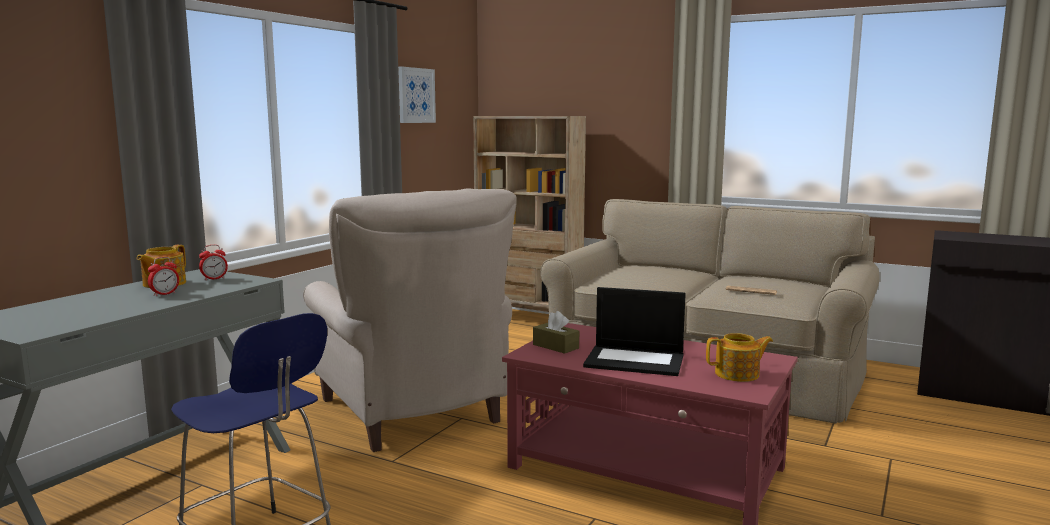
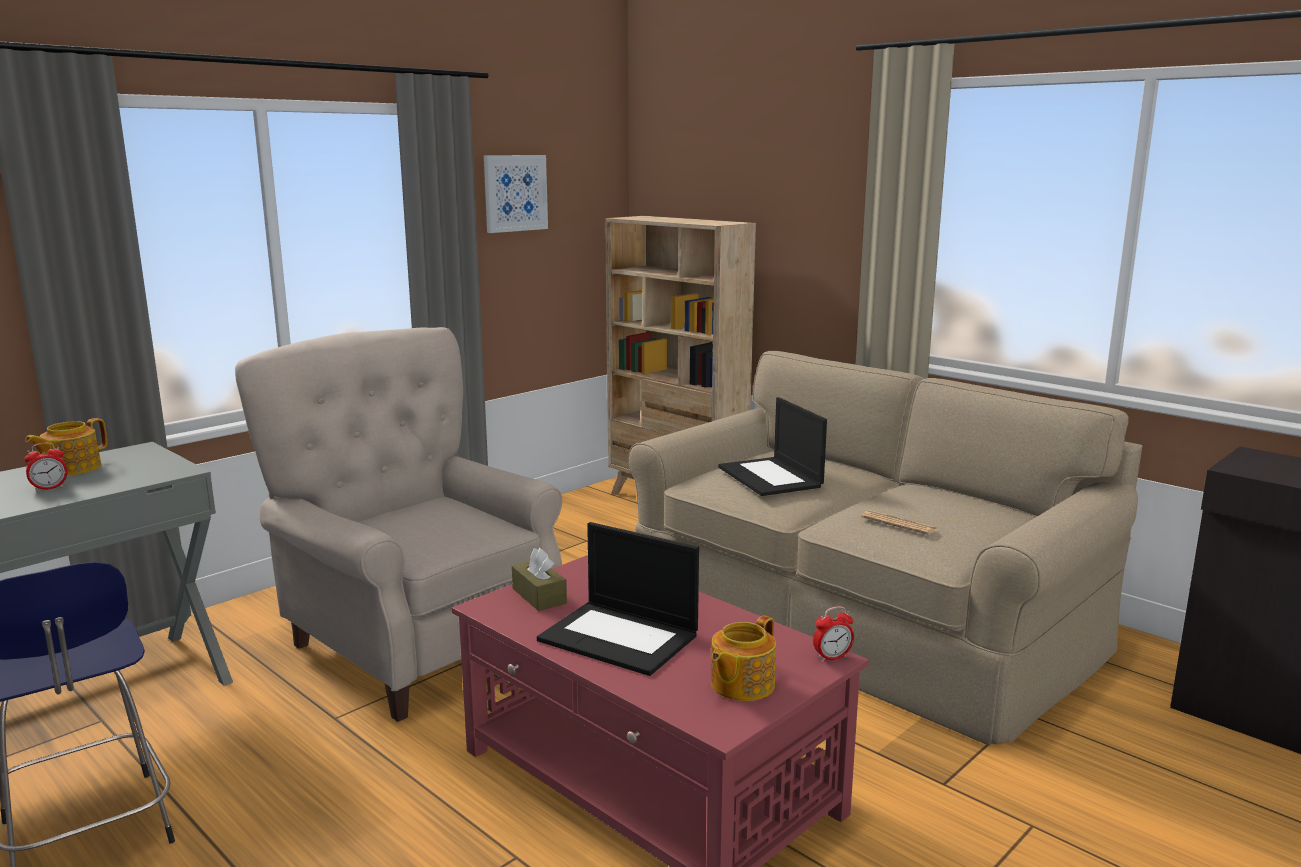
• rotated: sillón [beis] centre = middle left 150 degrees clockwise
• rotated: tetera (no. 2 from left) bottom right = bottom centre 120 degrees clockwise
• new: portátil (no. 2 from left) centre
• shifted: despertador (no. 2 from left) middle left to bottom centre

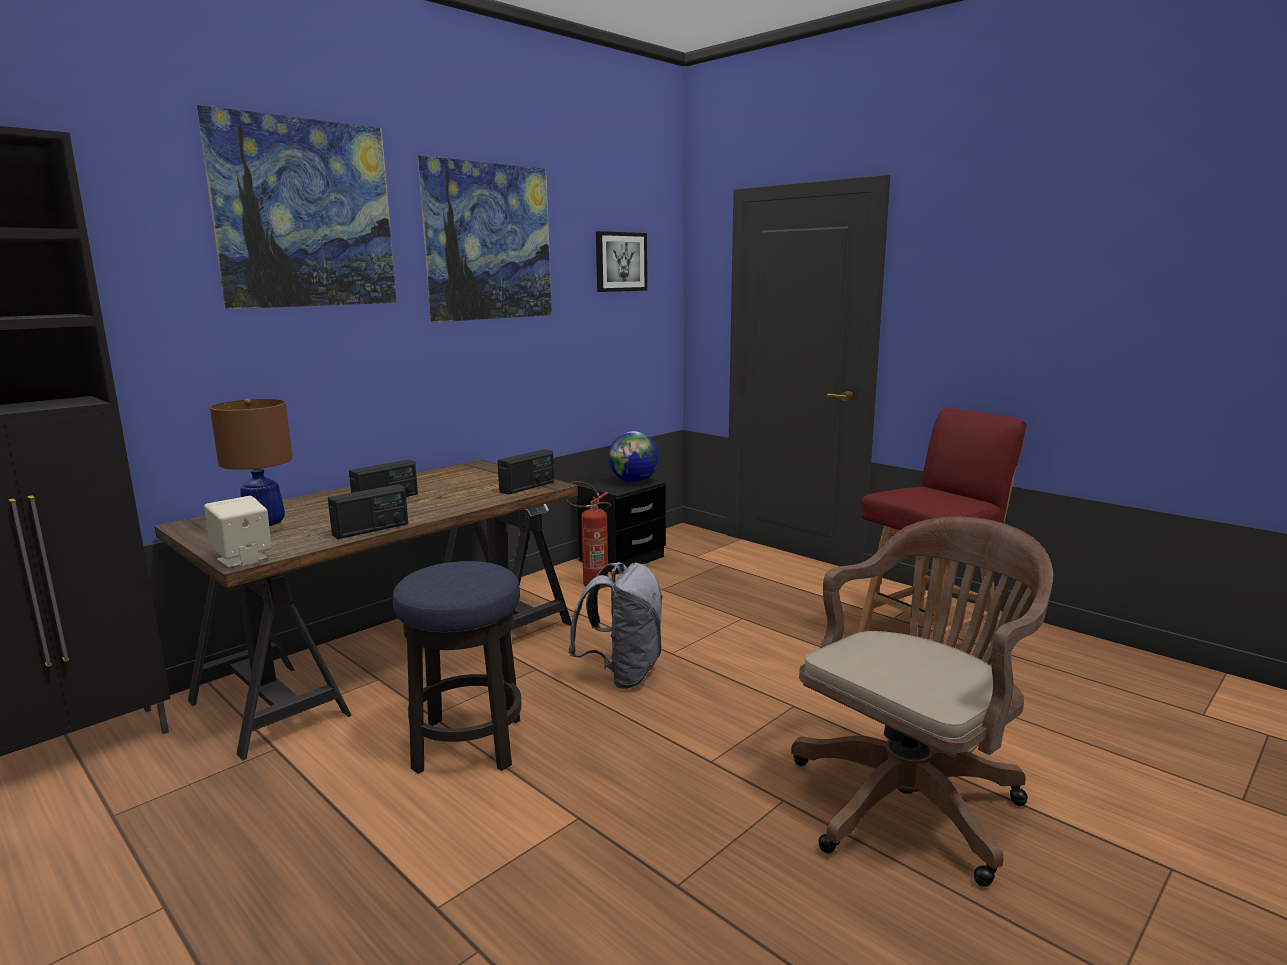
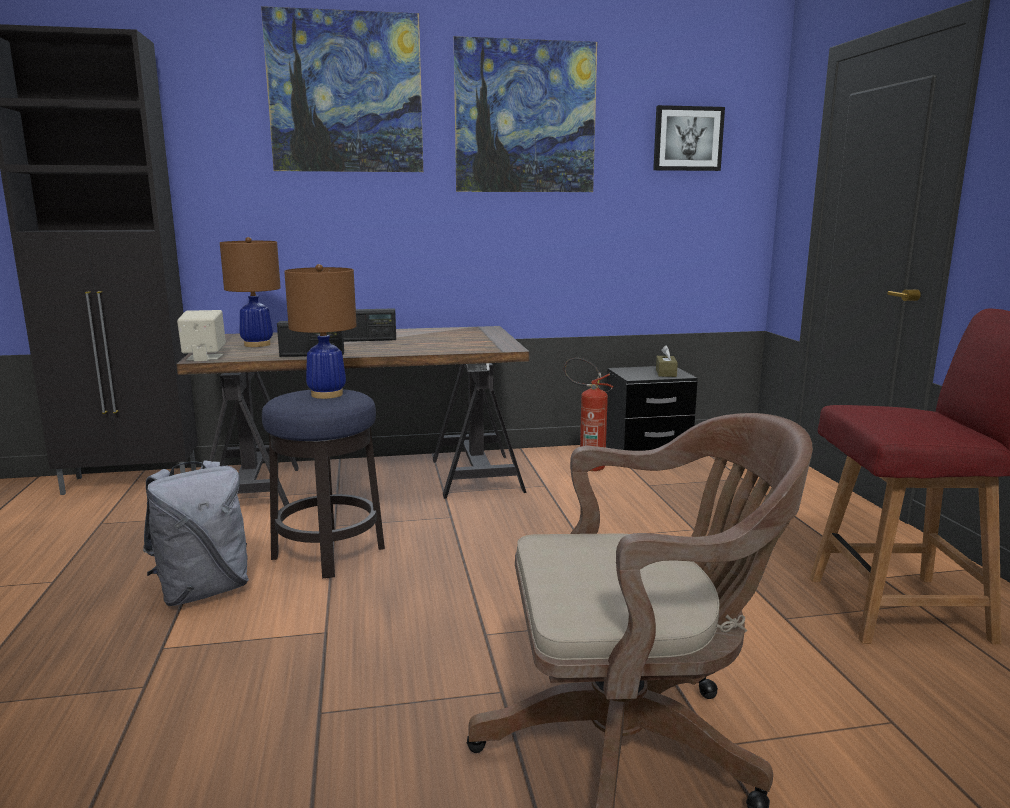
• shifted: mochila [gris] centre to middle left
• new: lámpara de mesa [marrón] (no. 2 from left) middle left
• swapped: globo terráqueo centre to caja de pañuelos [marrón] centre
• gone: radio (no. 3 from left) centre

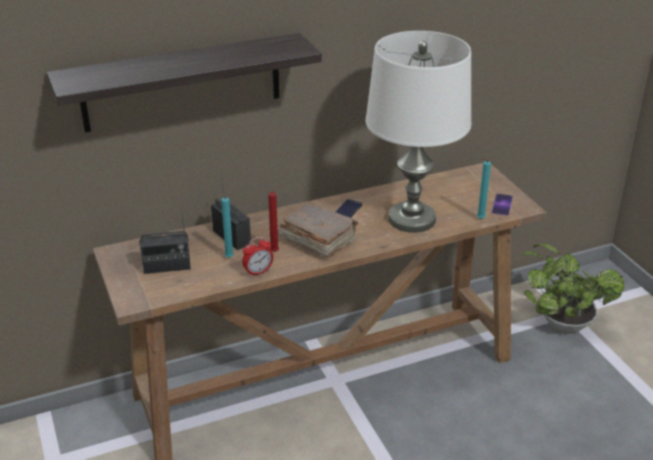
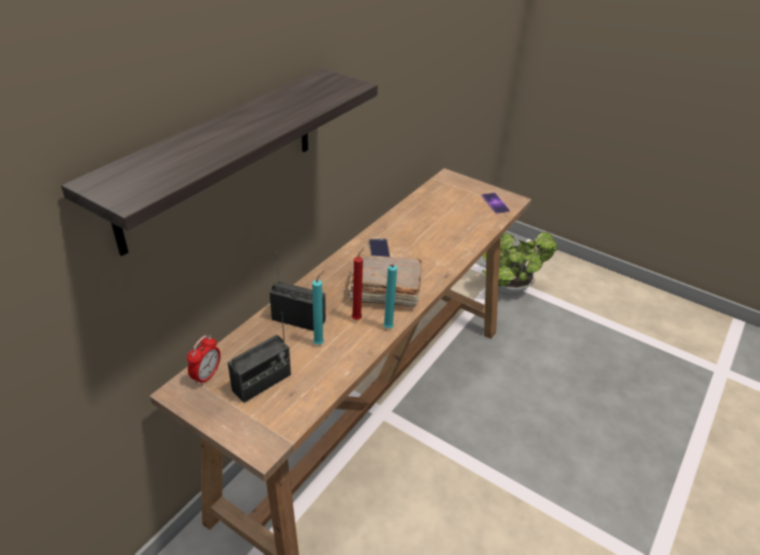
• shifted: despertador centre to middle left
• shifted: vela [turquesa] (no. 2 from left) middle right to centre
• gone: lámpara de mesa [blanco] top centre

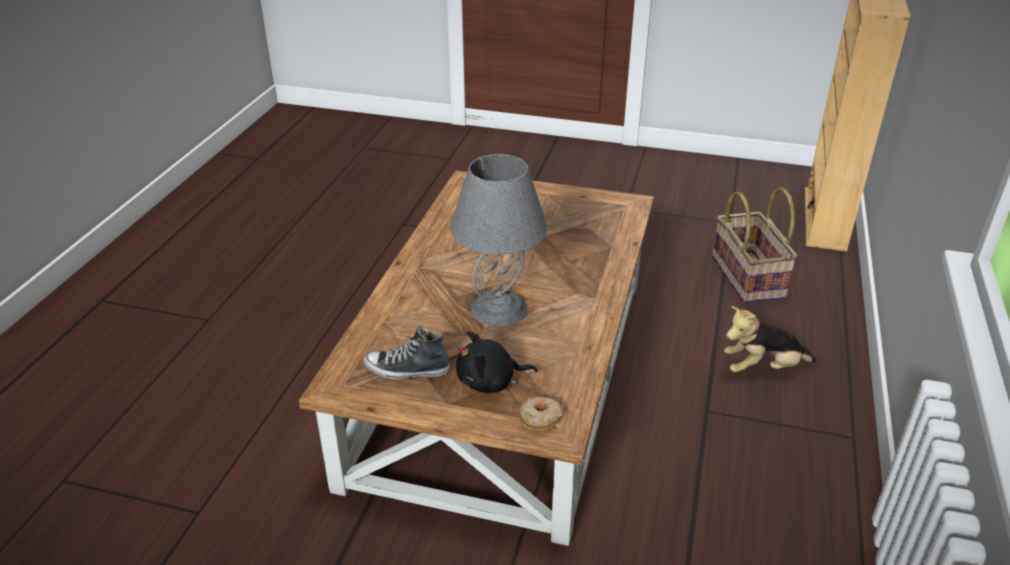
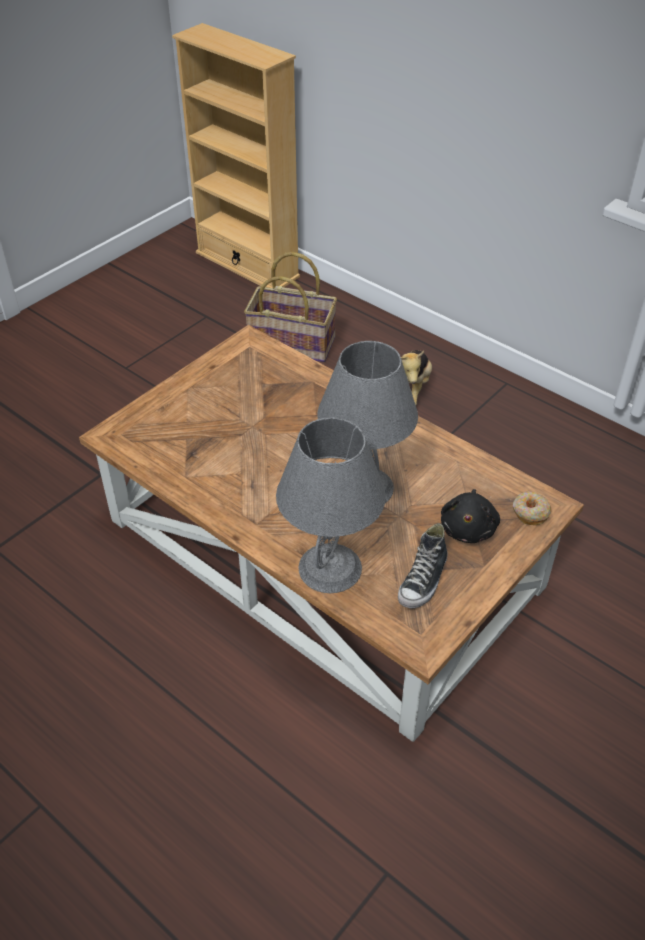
• new: lámpara de mesa [gris] (no. 1 from left) centre

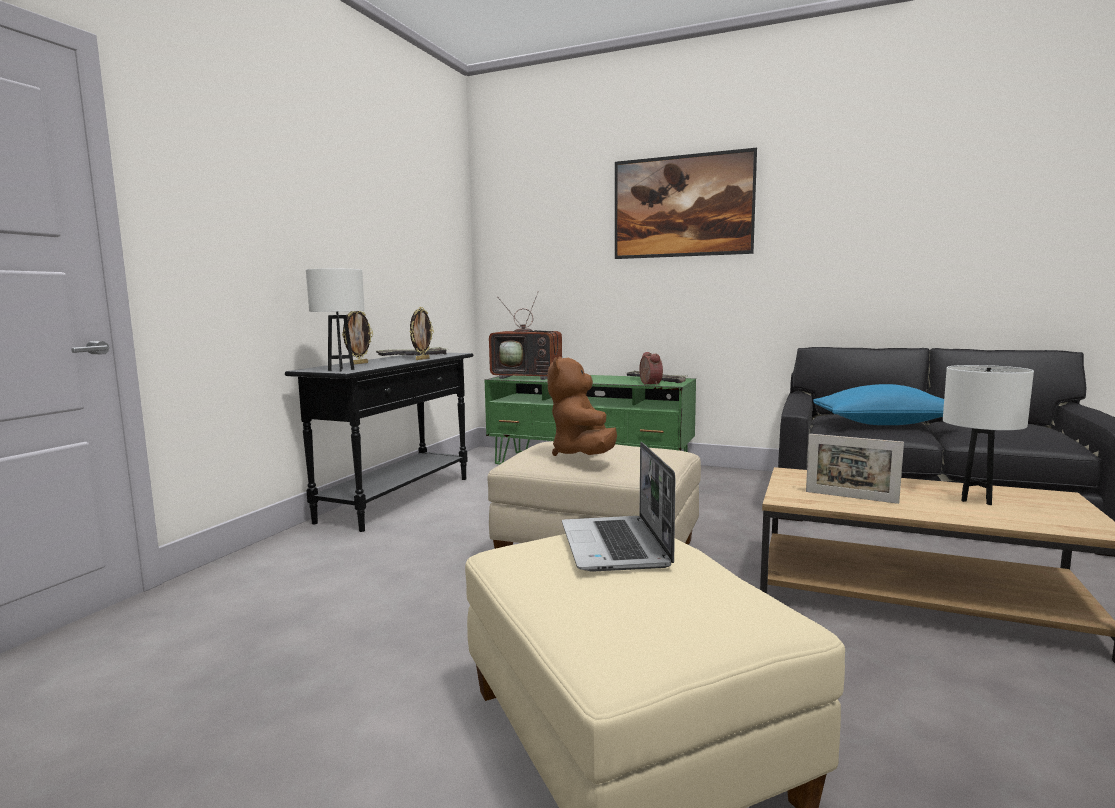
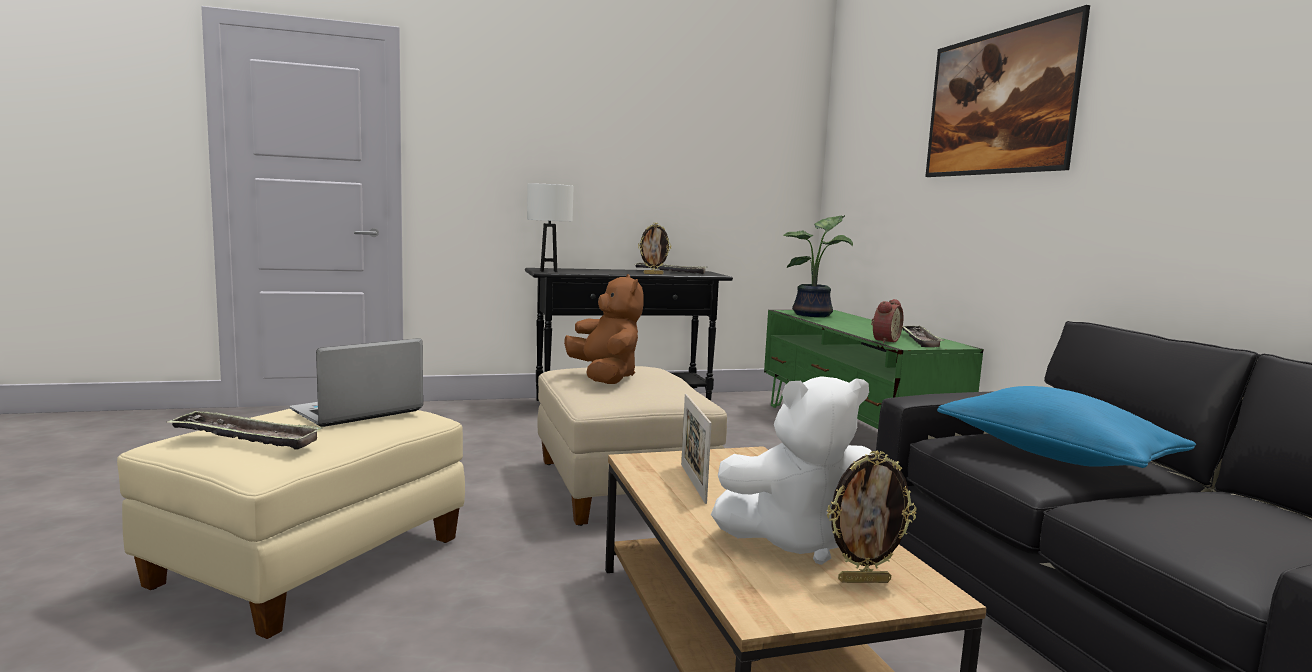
• new: bandeja (no. 1 from left) middle left
• rotated: peluche [marrón] centre = centre 105 degrees clockwise
• swapped: lámpara de mesa [blanco] (no. 2 from left) middle right to peluche [blanco] bottom centre
• swapped: televisor centre to planta en maceta centre
• shifted: portarretratos (no. 1 from left in the first image) middle left to portarretratos (no. 3 from left) bottom centre

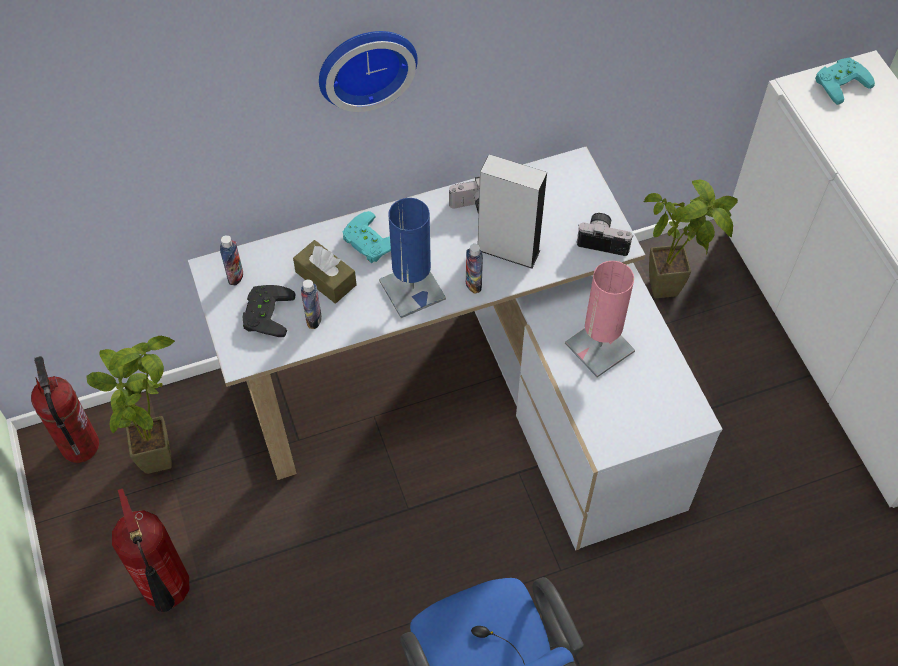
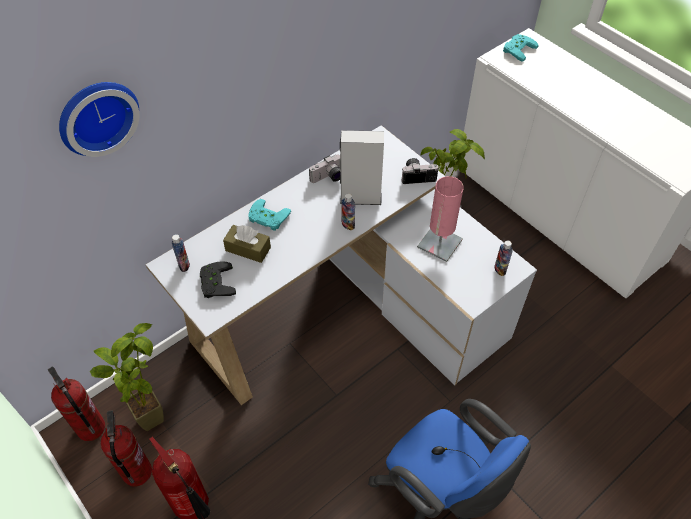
• shifted: reloj de pared top centre to top left
• new: extintor (no. 2 from left) bottom left
• shifted: botella (no. 2 from left in the first image) centre to botella (no. 3 from left) middle right
• gone: lámpara de mesa [azul] centre

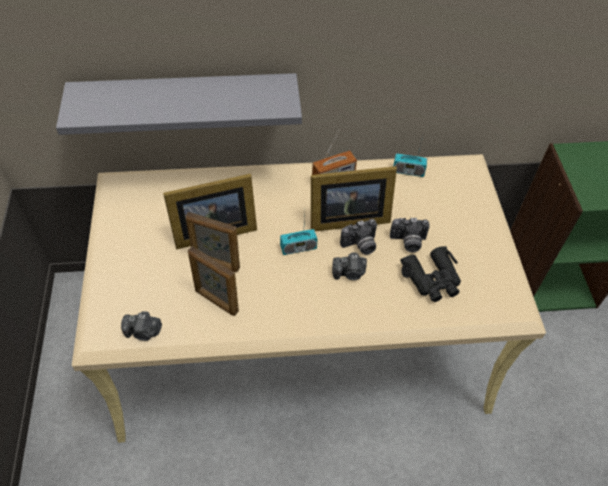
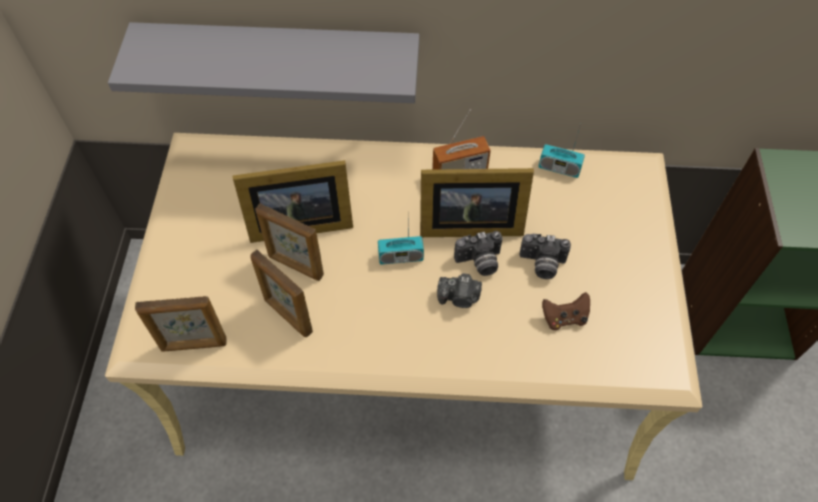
• swapped: cámara (no. 1 from left) bottom left to portarretratos (no. 1 from left) middle left
• swapped: prismáticos [negro] middle right to mando de consola [marrón] middle right

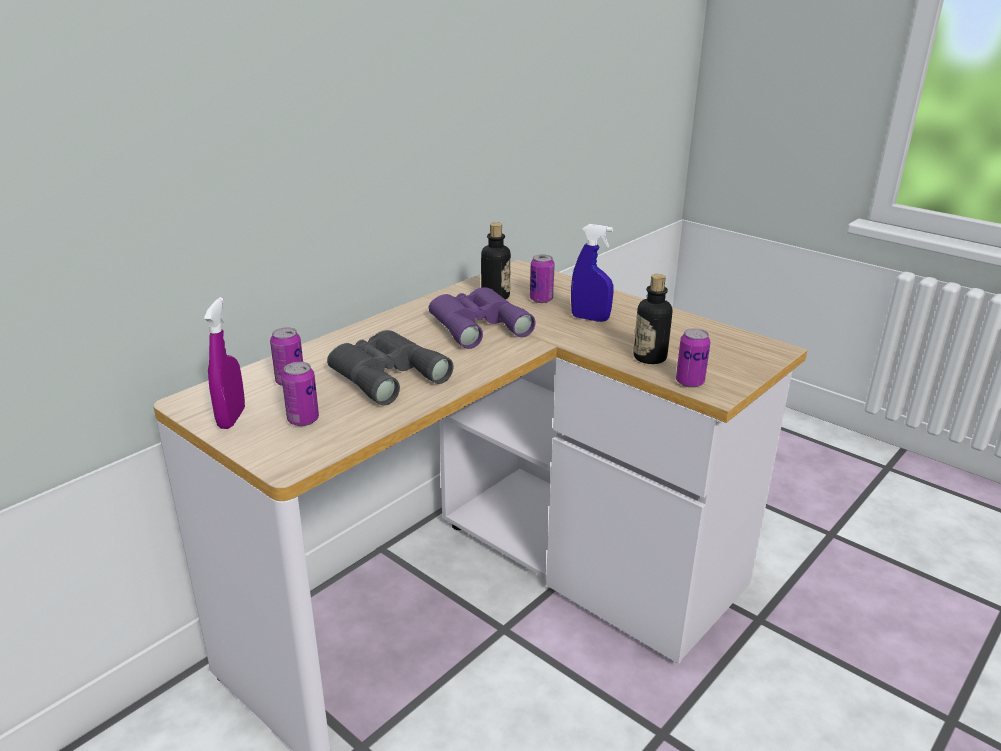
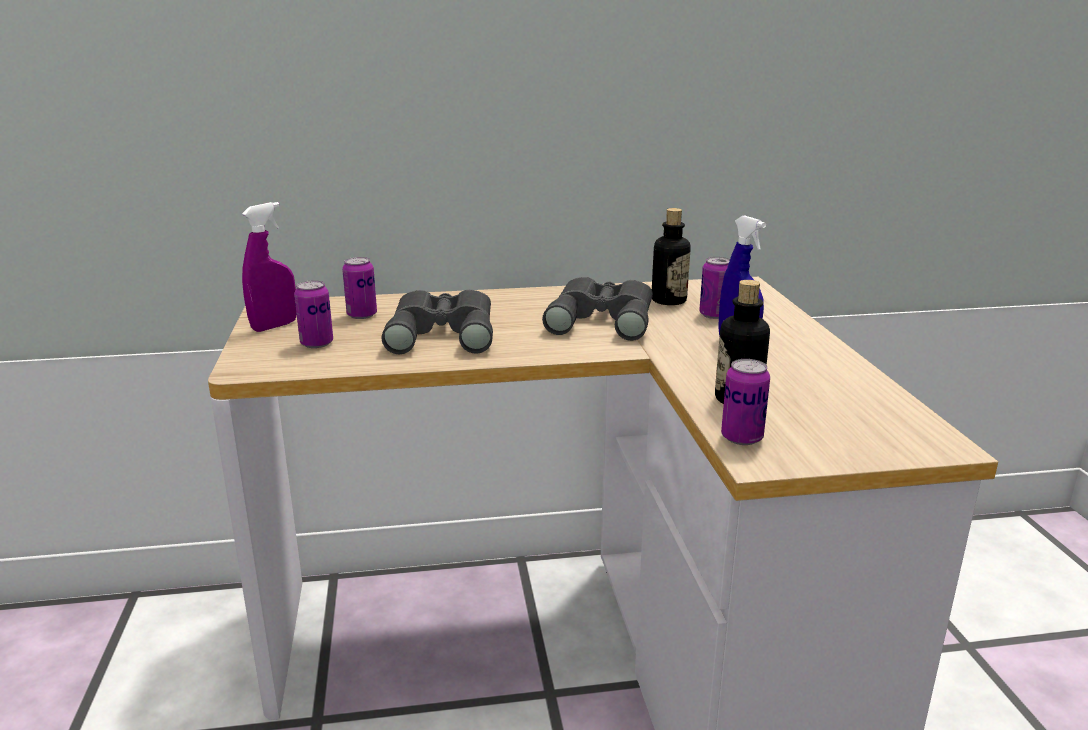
• repainted: prismáticos [morado] centre to prismáticos [gris] (no. 2 from left) centre

